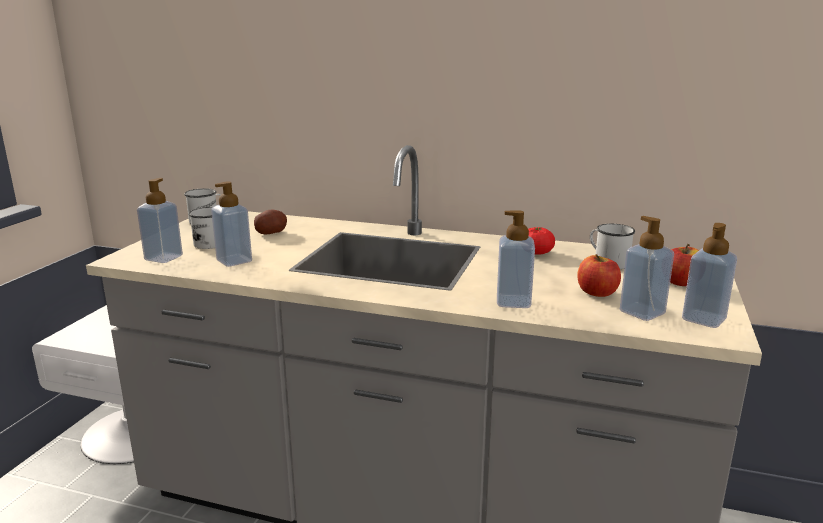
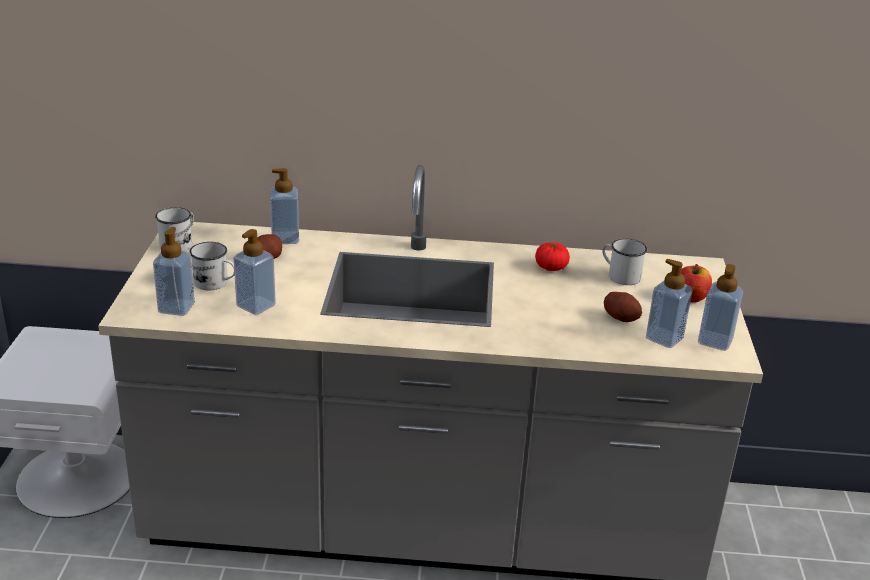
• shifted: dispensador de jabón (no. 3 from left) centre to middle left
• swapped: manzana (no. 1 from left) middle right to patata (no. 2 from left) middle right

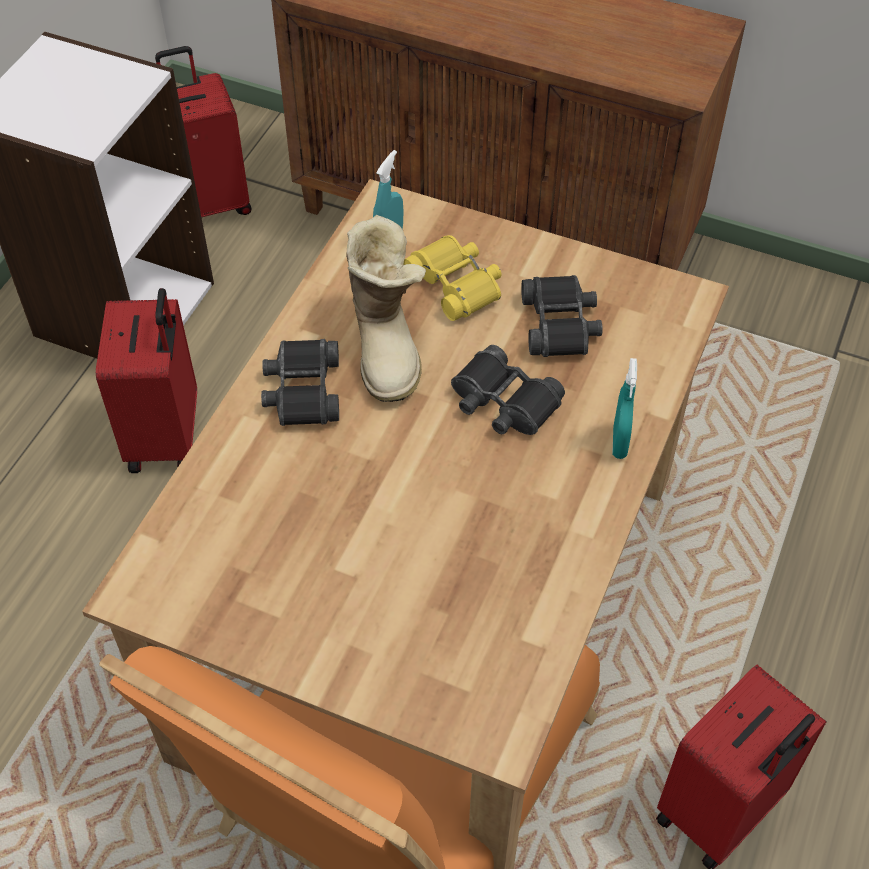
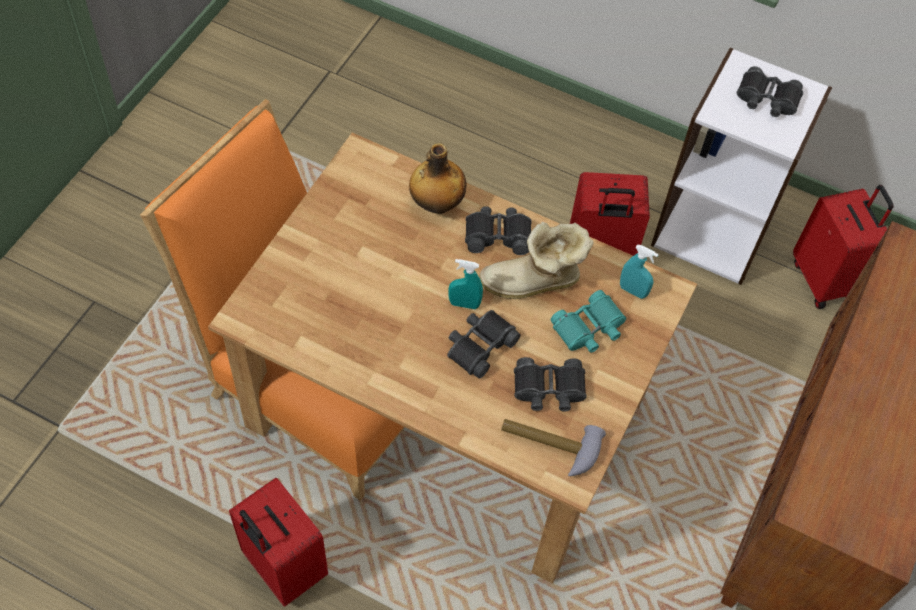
• new: botella top centre
• shifted: pulverizador [turquesa] (no. 2 from left in the first image) middle right to pulverizador [turquesa] (no. 1 from left) centre
• new: martillo bottom centre
• repainted: prismáticos [amarillo] top centre to prismáticos [turquesa] centre
• new: prismáticos [negro] (no. 4 from left) top right

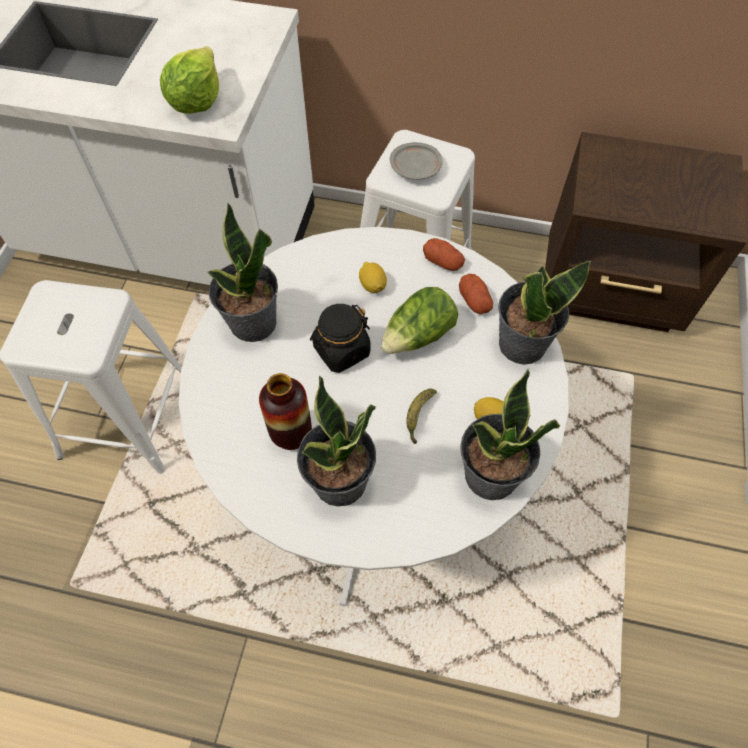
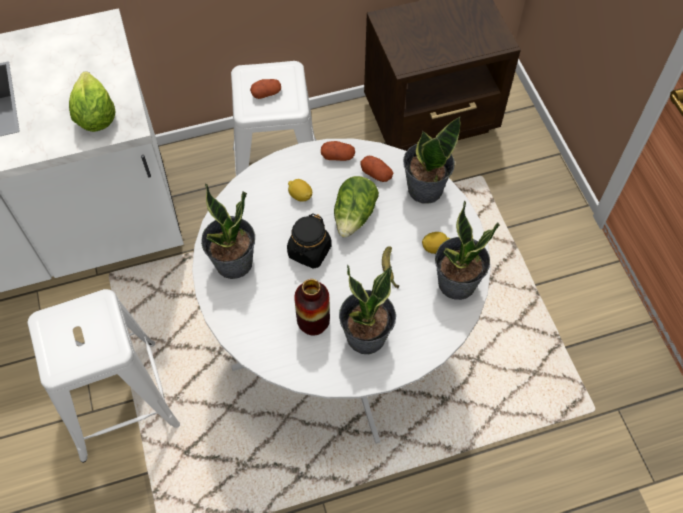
• swapped: plato [gris] top centre to patata (no. 1 from left) top centre

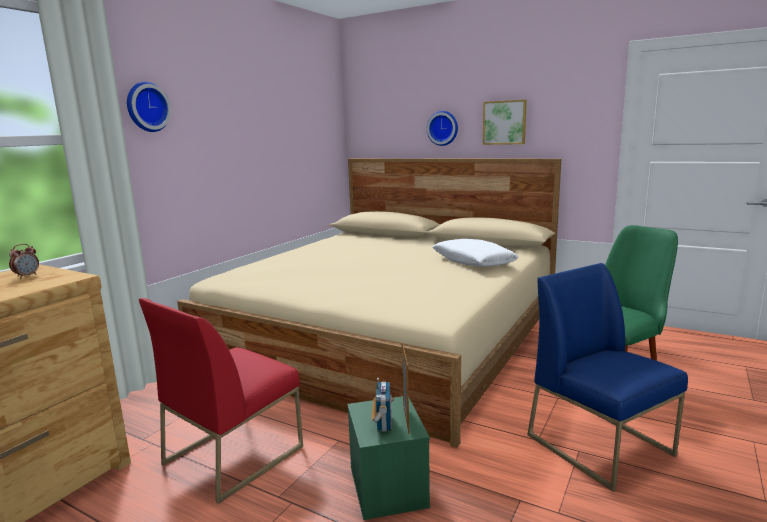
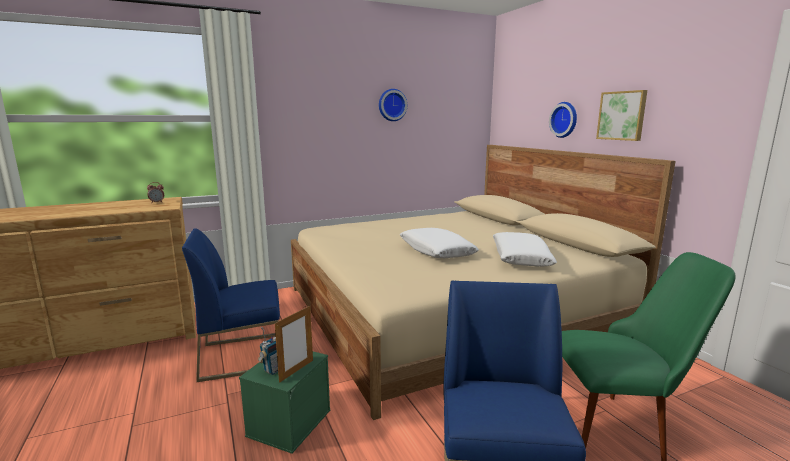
• repainted: silla [rojo] bottom left to silla [azul] (no. 1 from left) middle left
• shifted: reloj de pared (no. 1 from left) top left to top centre
• new: cojín [blanco] (no. 1 from left) centre

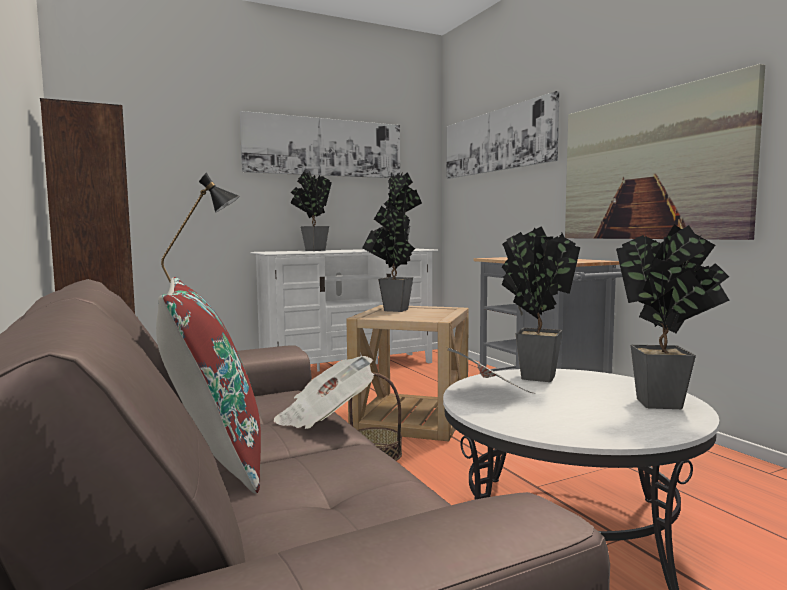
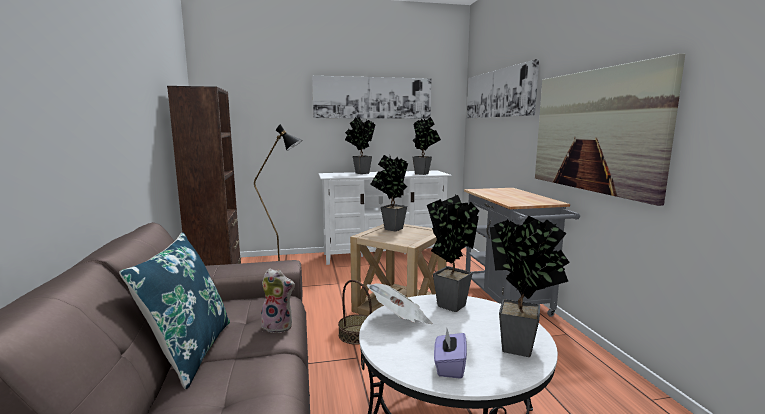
• repainted: cojín [rojo] middle left to cojín [azul] bottom left
• swapped: periódico (no. 1 from left) centre to peluche bottom centre
• new: caja de pañuelos [morado] bottom centre

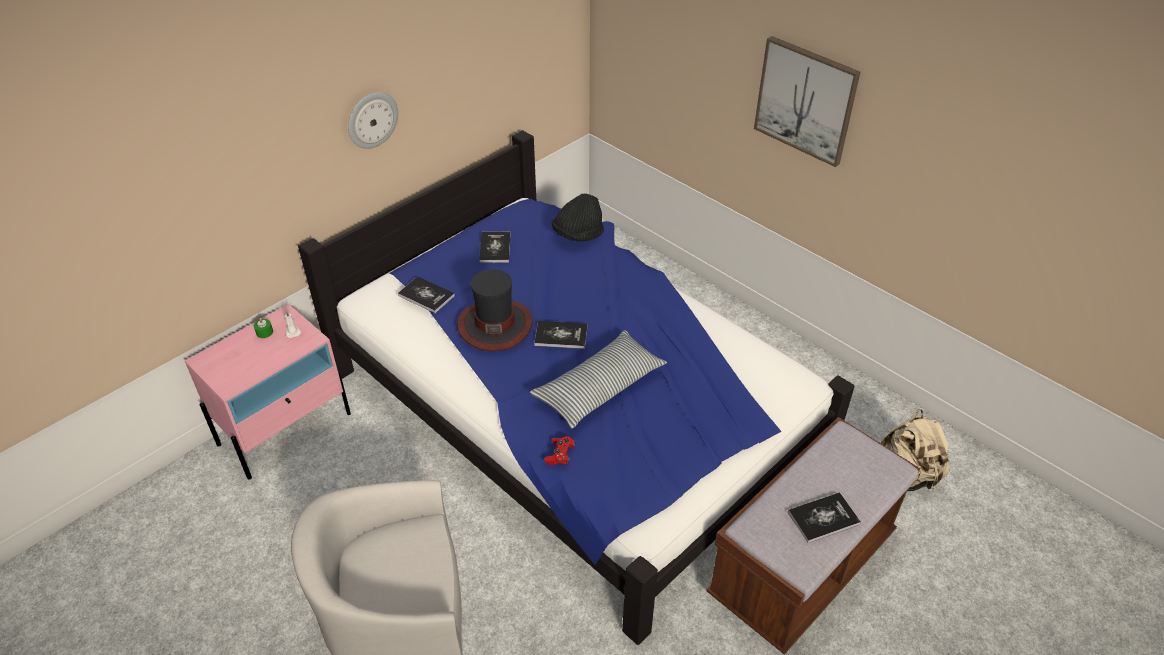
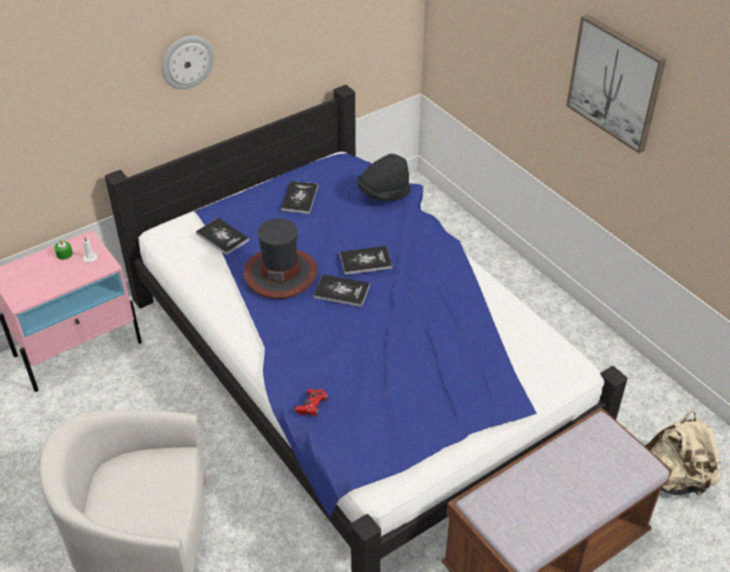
• shifted: libro (no. 4 from left) bottom right to centre
• gone: cojín centre

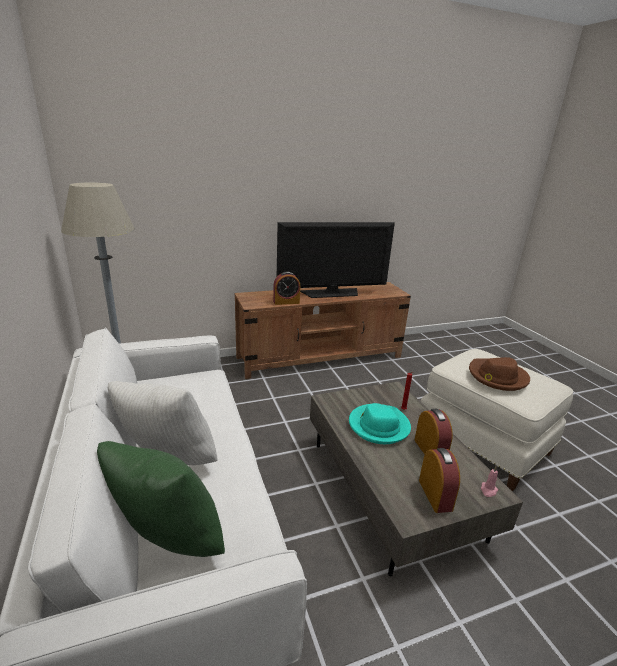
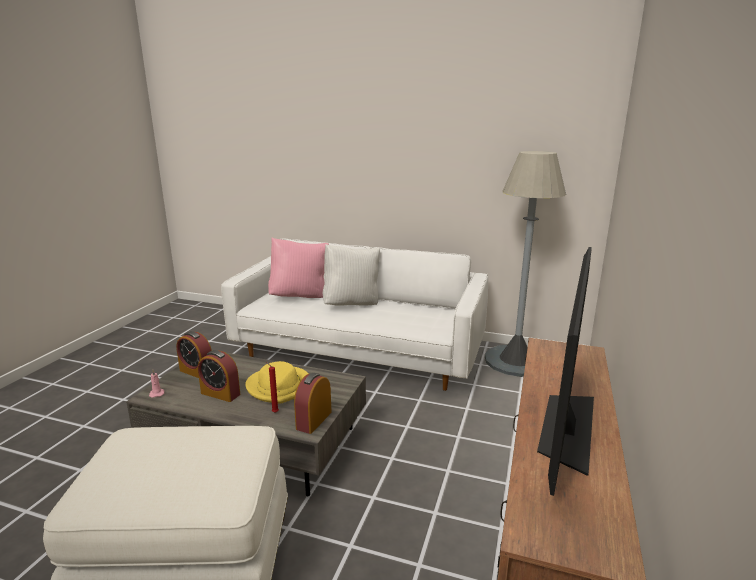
• repainted: sombrero [turquesa] centre to sombrero [amarillo] centre
• repainted: cojín [verde] bottom left to cojín [rosa] centre
• shifted: despertador (no. 1 from left in the first image) centre to despertador (no. 3 from left) bottom centre
• gone: sombrero [marrón] middle right

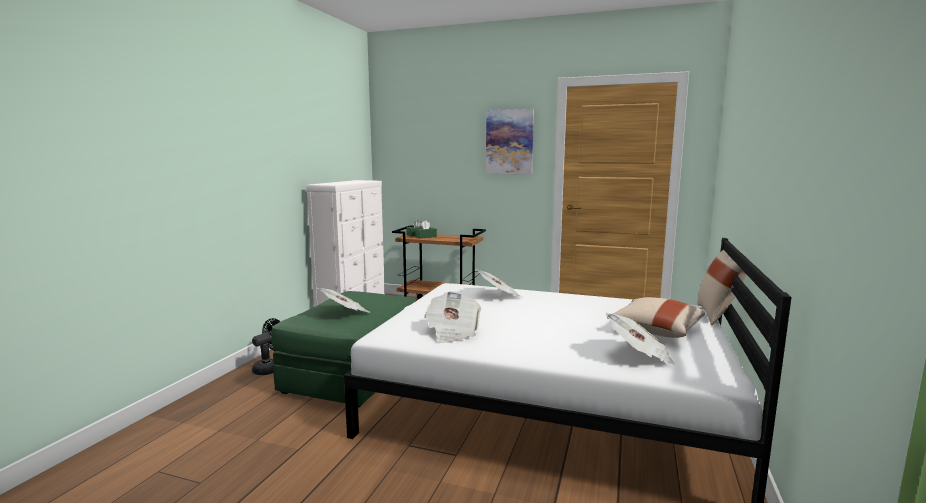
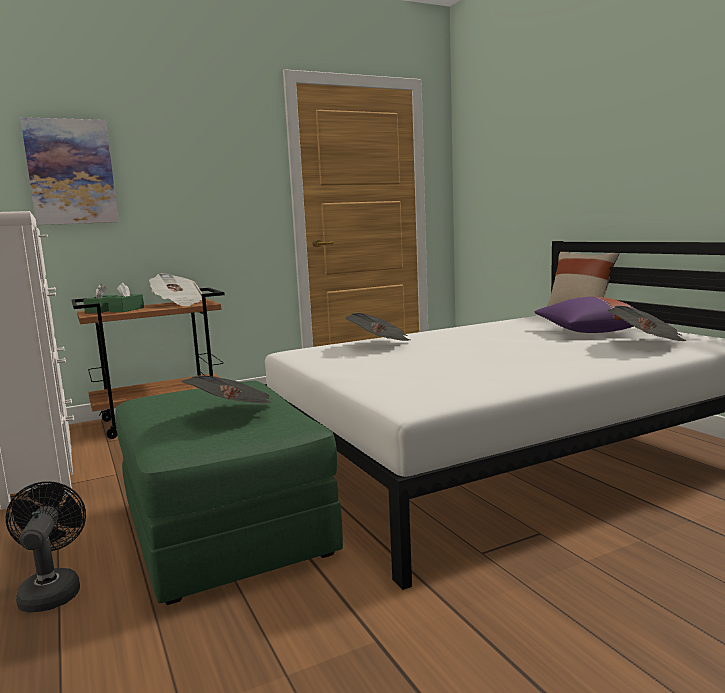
• shifted: cuadro top centre to top left
• shifted: periódico (no. 2 from left in the first image) centre to periódico (no. 1 from left) middle left
• repainted: cojín [beis] (no. 1 from left) middle right to cojín [morado] middle right

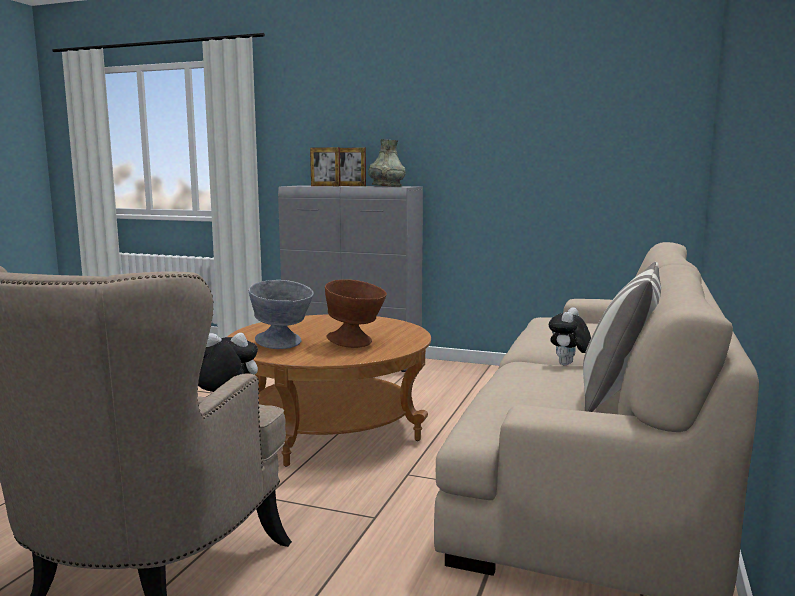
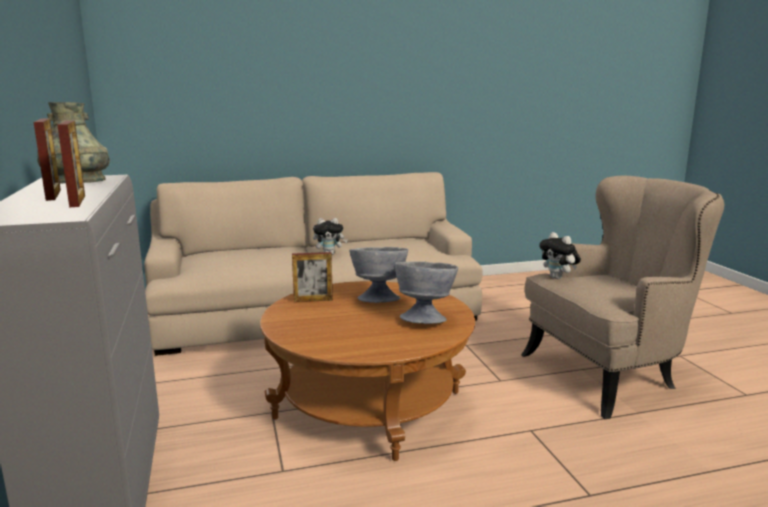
• new: portarretratos (no. 3 from left) centre
• repainted: cuenco [marrón] centre to cuenco [gris] (no. 1 from left) centre
• gone: cojín middle right

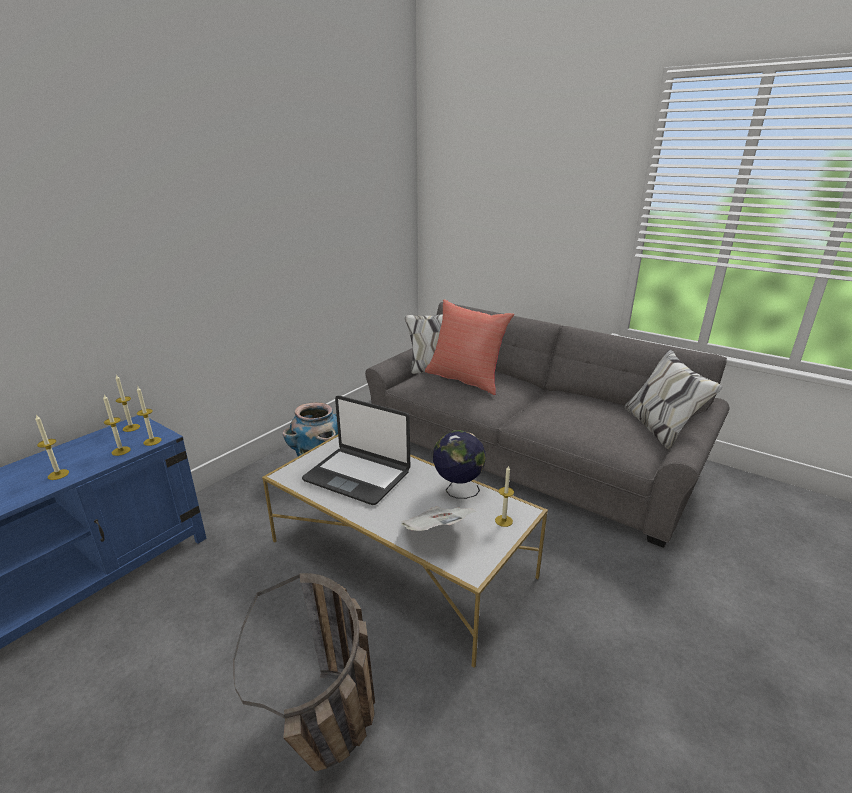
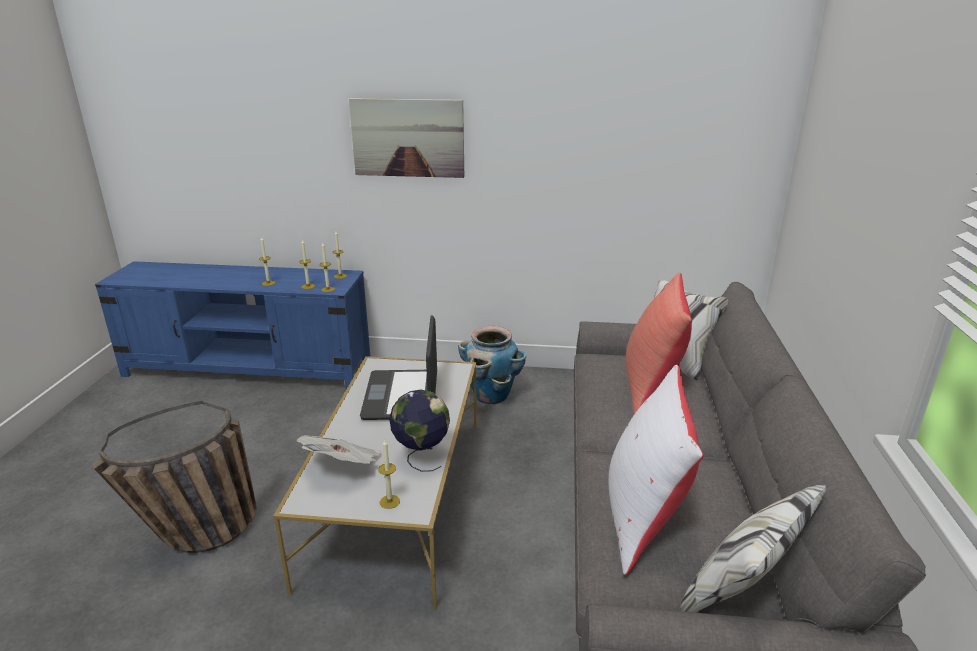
• new: cuadro top centre
• new: cojín [blanco] bottom right

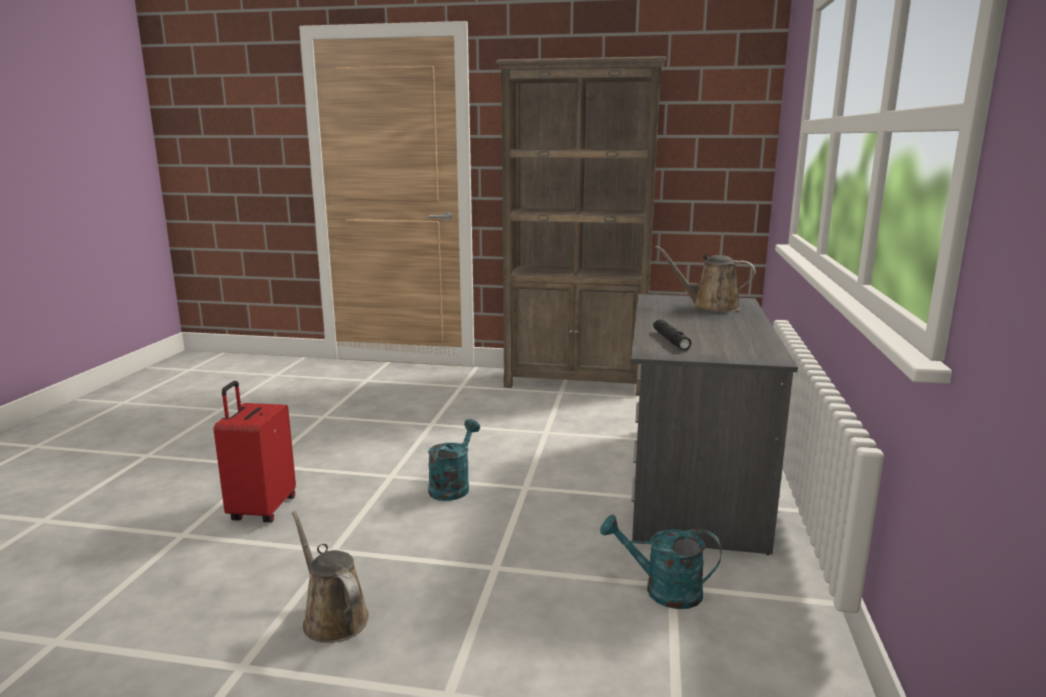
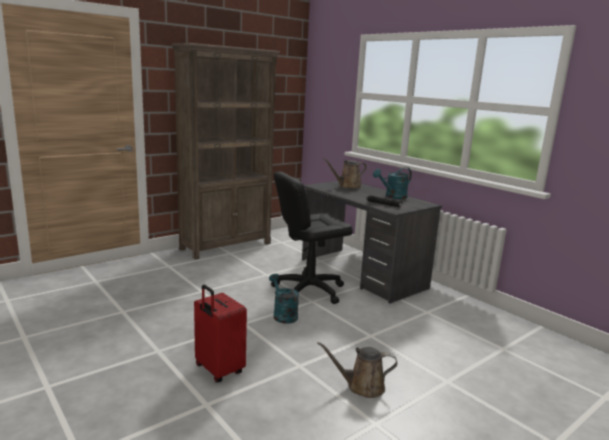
• new: silla de oficina [negro] centre
• shifted: regadera [turquesa] (no. 2 from left) bottom centre to centre

